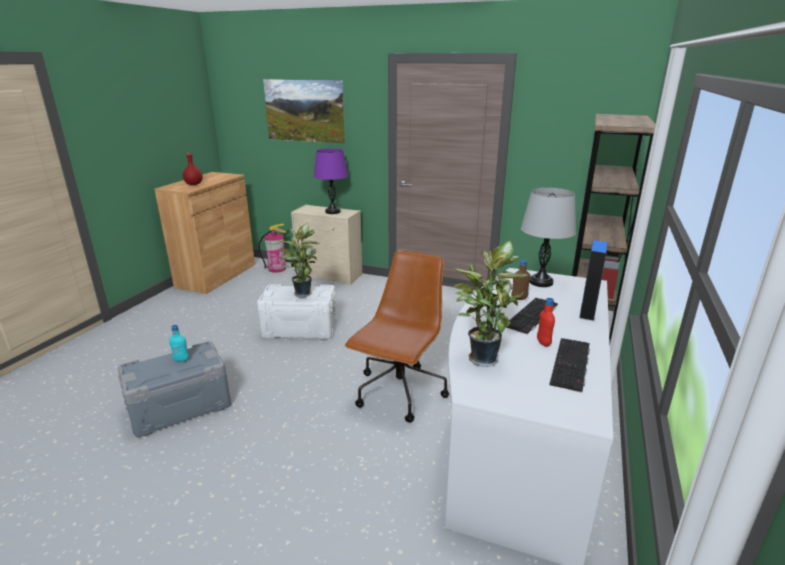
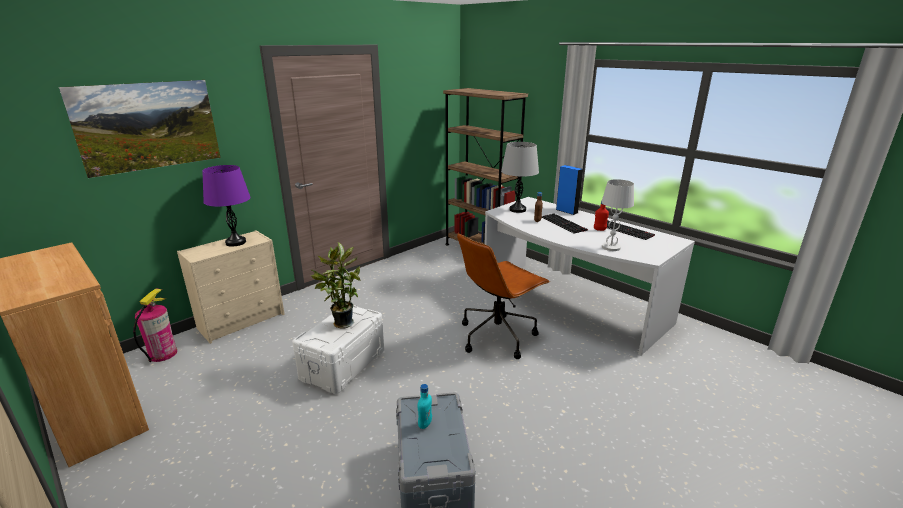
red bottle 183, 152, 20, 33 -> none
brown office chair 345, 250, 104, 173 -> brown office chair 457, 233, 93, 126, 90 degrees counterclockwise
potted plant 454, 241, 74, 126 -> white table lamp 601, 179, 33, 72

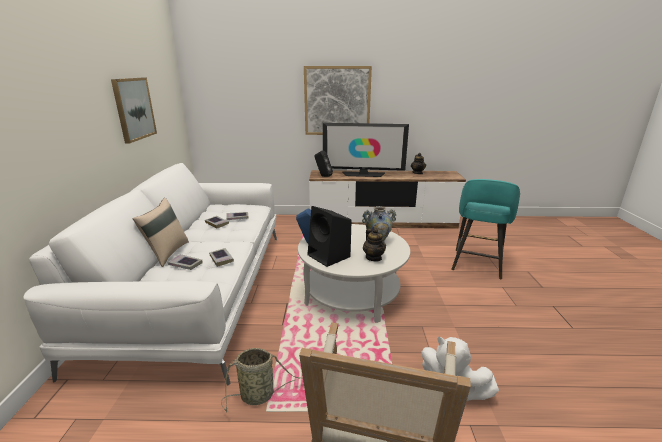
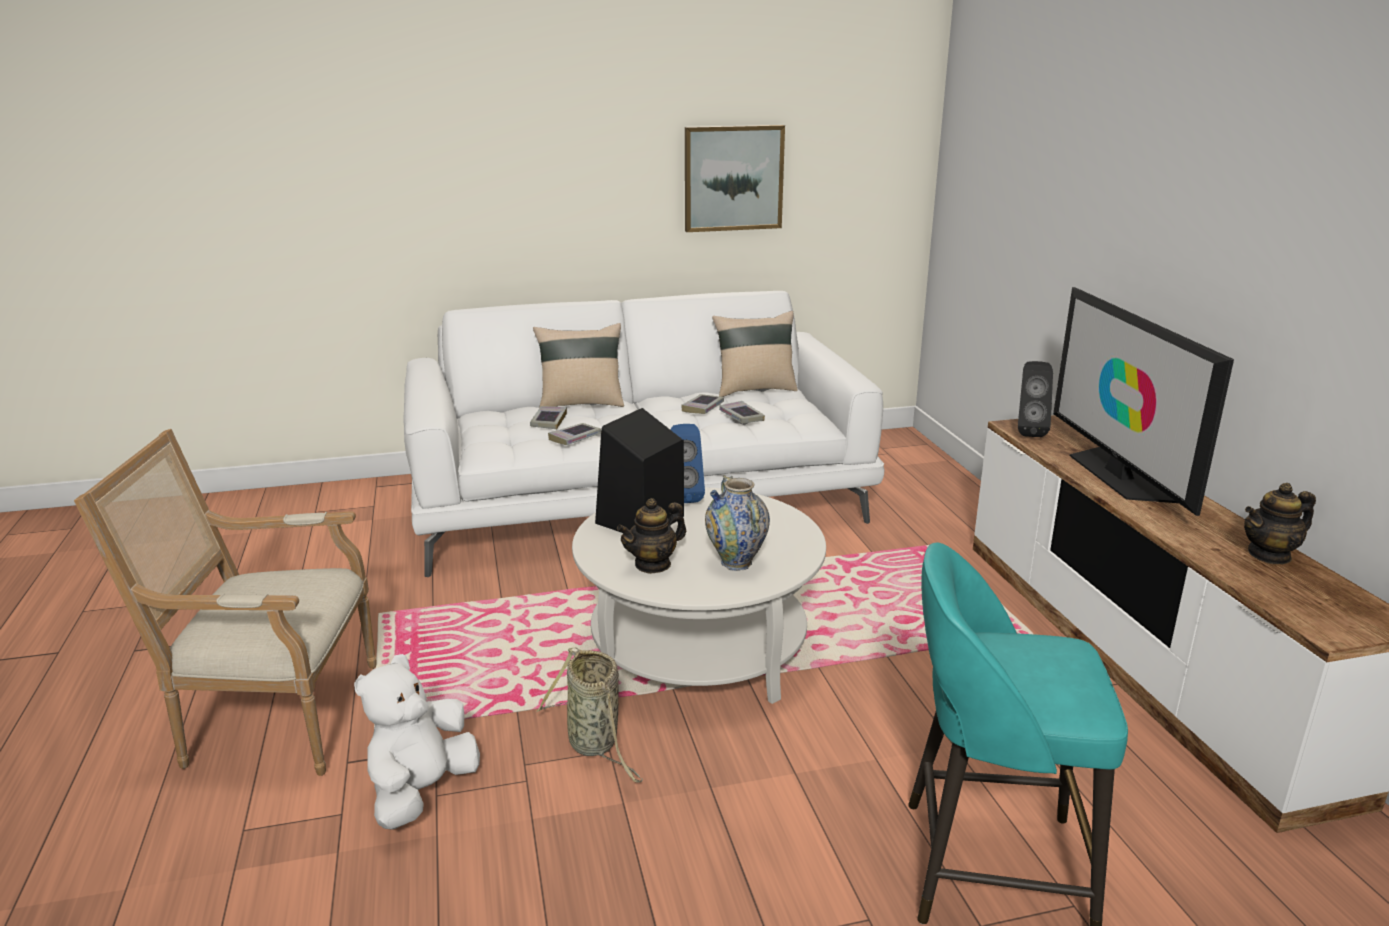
basket 221, 348, 82, 65 -> basket 536, 647, 107, 136, relocated
picture 304, 66, 68, 69 -> none
none -> beige pillow 712, 311, 86, 86

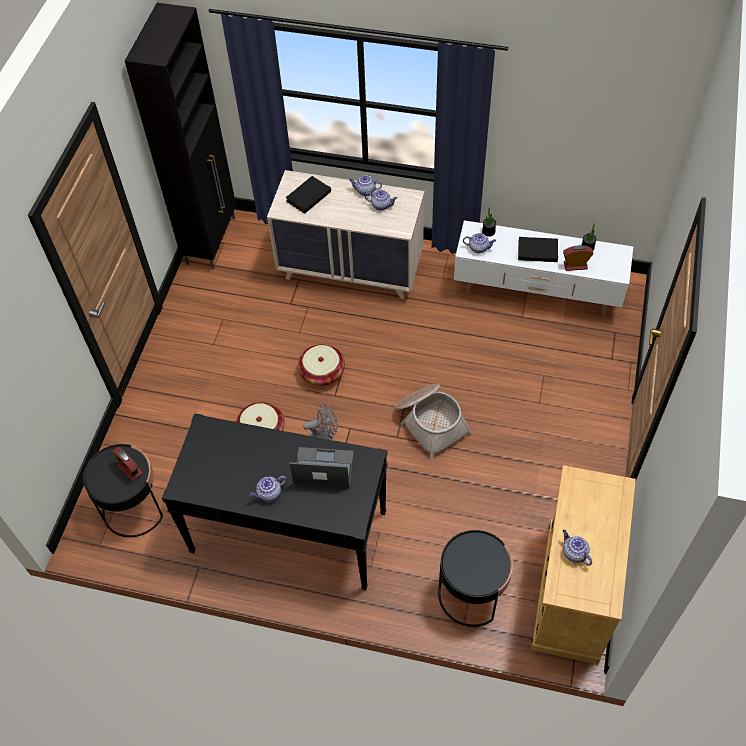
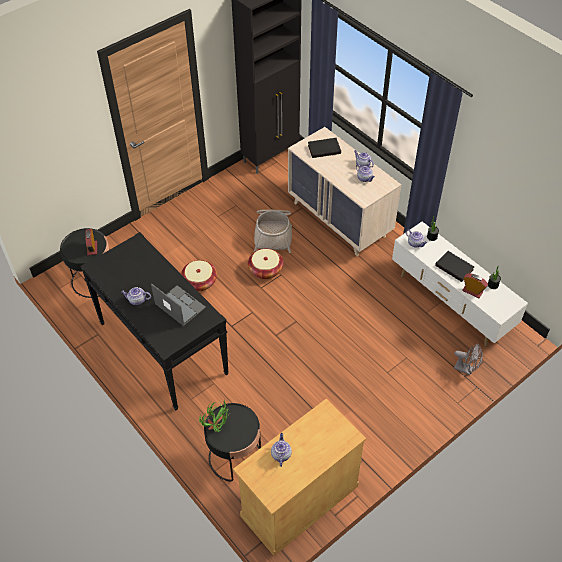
grey fan 303, 403, 35, 37 -> grey fan 454, 344, 29, 31, relocated
basket 395, 384, 77, 76 -> basket 254, 210, 38, 43, relocated
none -> potted plant 199, 400, 32, 32

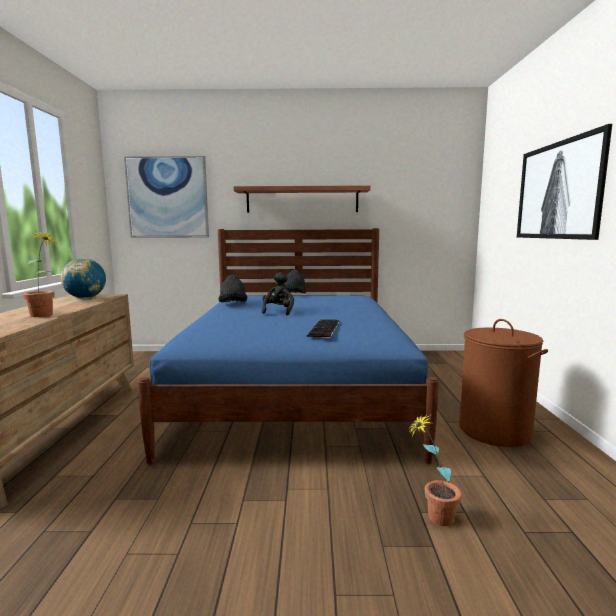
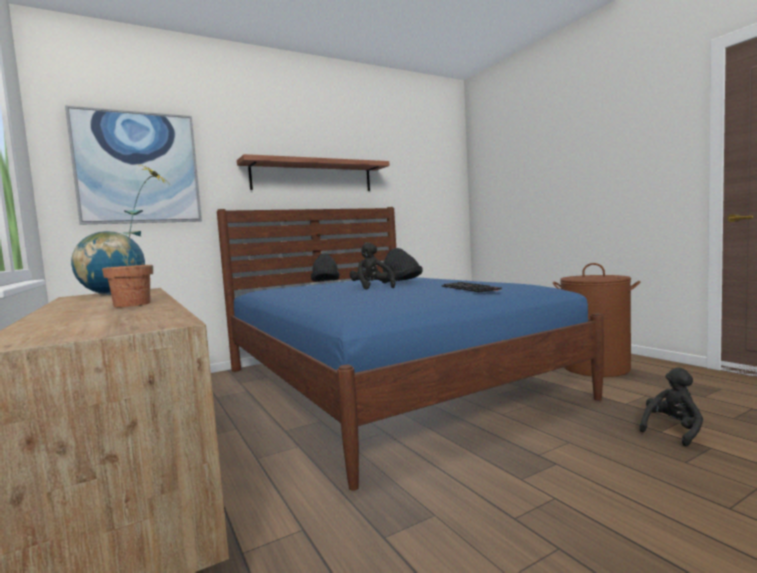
black hat 218, 275, 29, 27 -> black hat 382, 248, 41, 35, relocated
potted plant 409, 414, 53, 112 -> black plush toy 639, 367, 64, 80
picture 517, 124, 95, 116 -> none

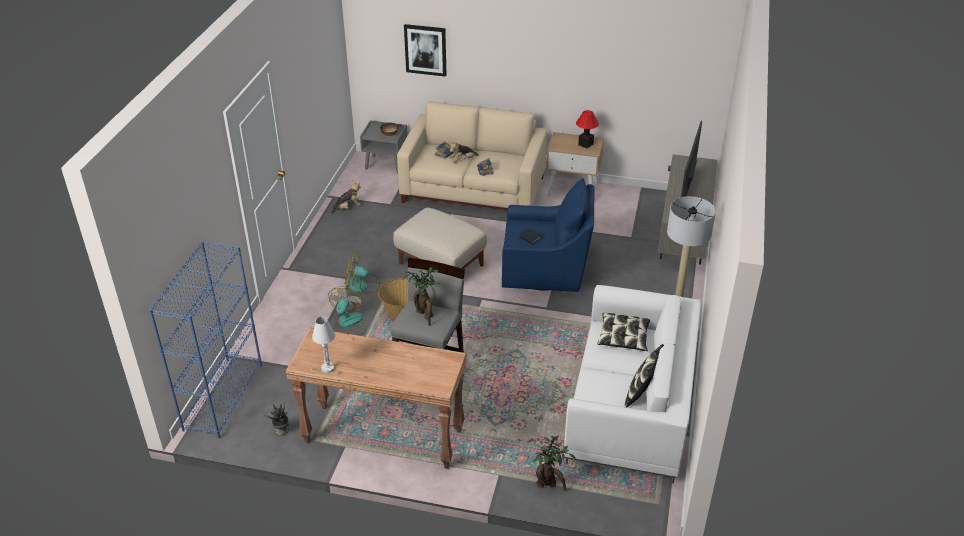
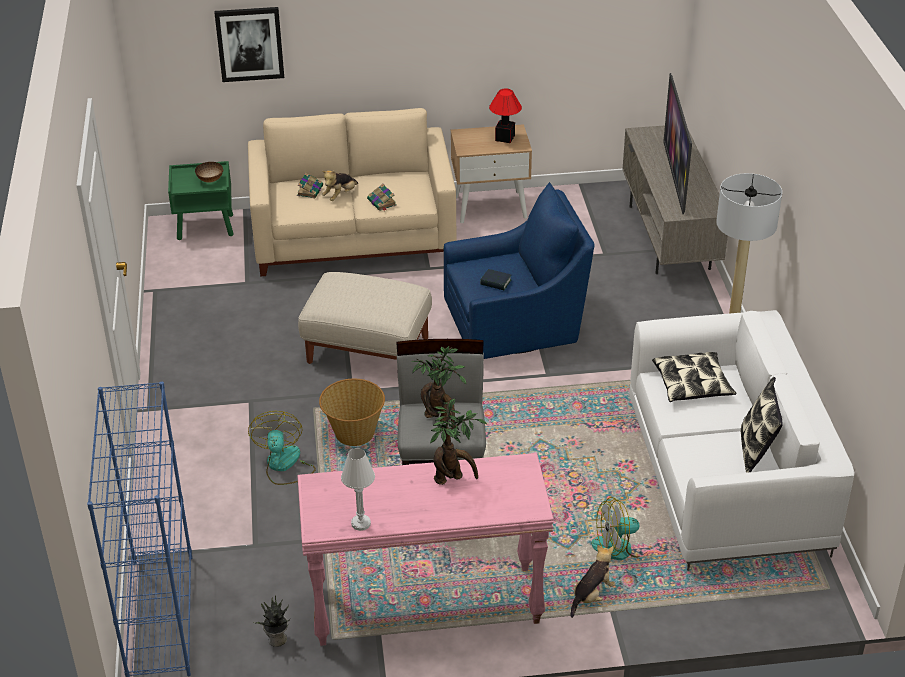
brown console table 286, 328, 181, 141 -> pink console table 297, 453, 257, 193
plush toy 331, 181, 30, 33 -> plush toy 570, 545, 45, 73, relocated
fan 345, 253, 35, 41 -> fan 591, 497, 60, 63, relocated
grey nightstand 360, 120, 48, 54 -> green nightstand 168, 161, 66, 79
potted plant 533, 436, 42, 55 -> potted plant 430, 399, 57, 86, relocated

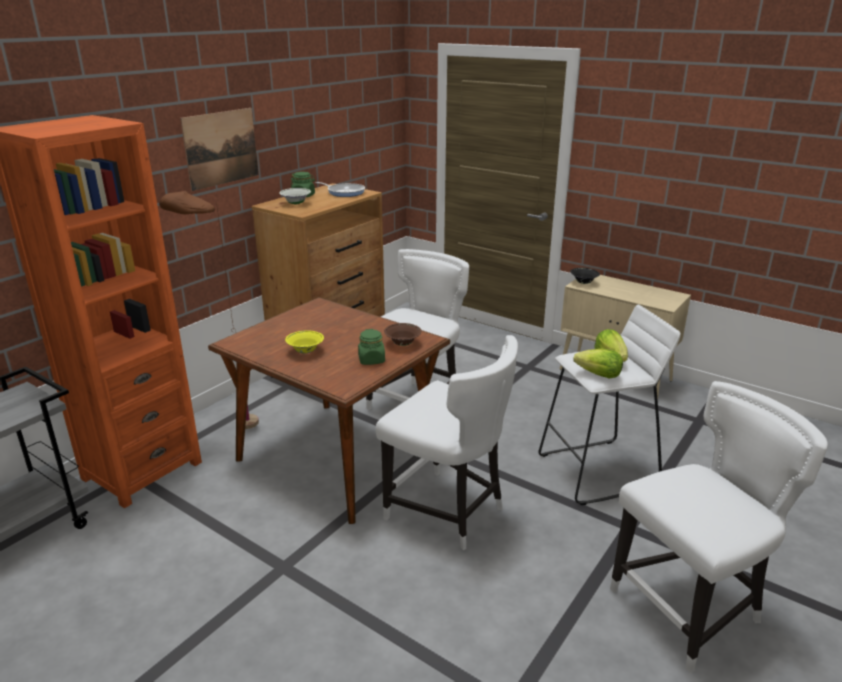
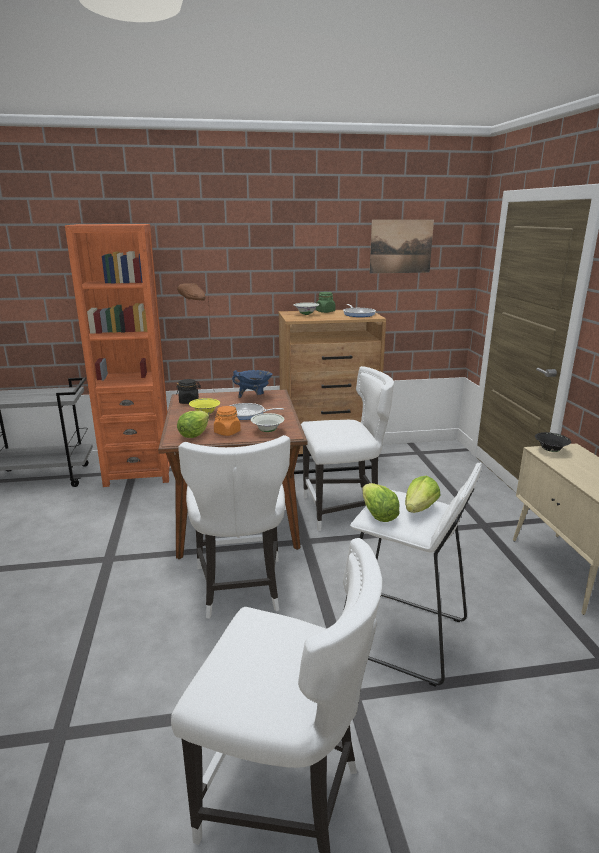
picture 180, 108, 79, 83 -> picture 369, 219, 65, 55, relocated
green jar 358, 329, 27, 36 -> orange jar 214, 406, 27, 30
brown bowl 384, 323, 38, 23 -> white bowl 251, 413, 33, 19
none -> black jar 176, 379, 25, 25
none -> lettuce 177, 411, 32, 27
none -> frying pan 230, 403, 54, 17
none -> blue cooking pot 232, 370, 41, 28

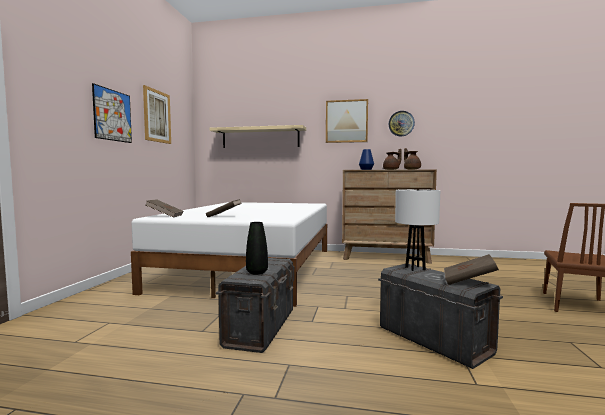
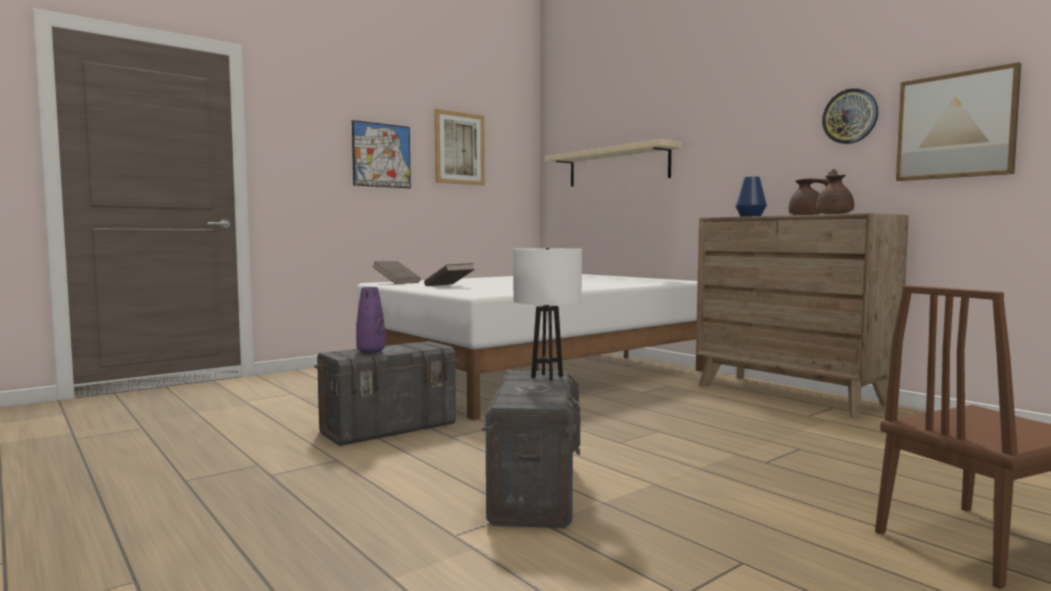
black vase 246, 222, 22, 53 -> purple vase 356, 287, 29, 66
picture 326, 99, 42, 44 -> picture 896, 62, 125, 119, relocated
brown book 444, 254, 55, 31 -> none

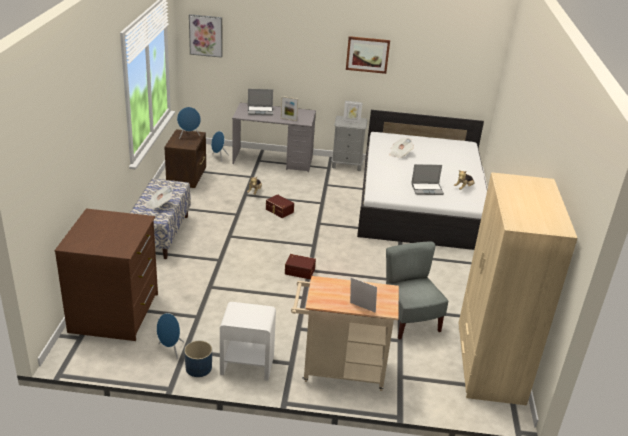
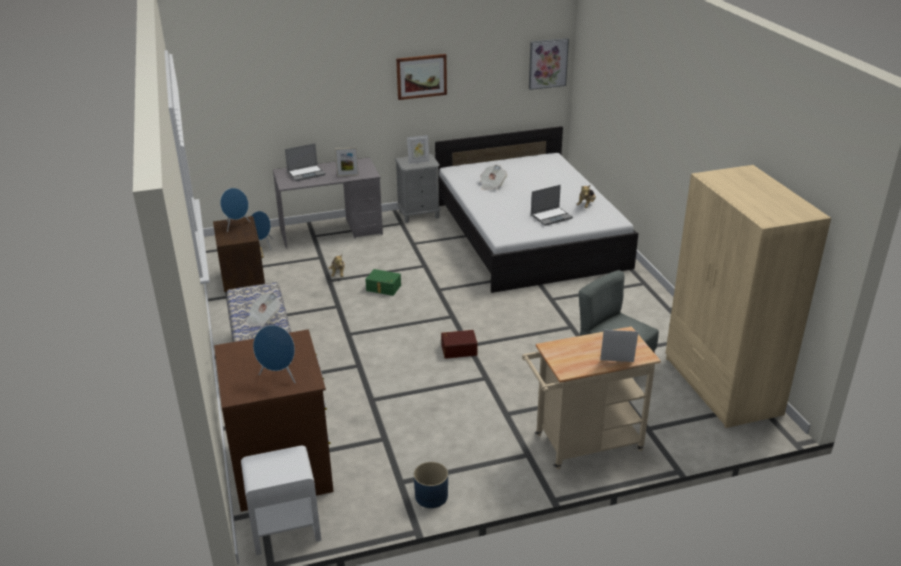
blue speaker 157, 313, 27, 46 -> blue speaker 253, 325, 43, 58, relocated
picture 189, 14, 33, 44 -> picture 529, 38, 40, 52, relocated
white nightstand 220, 302, 56, 79 -> white nightstand 241, 446, 80, 109, relocated
brown storage box 266, 194, 28, 24 -> green storage box 365, 269, 36, 27

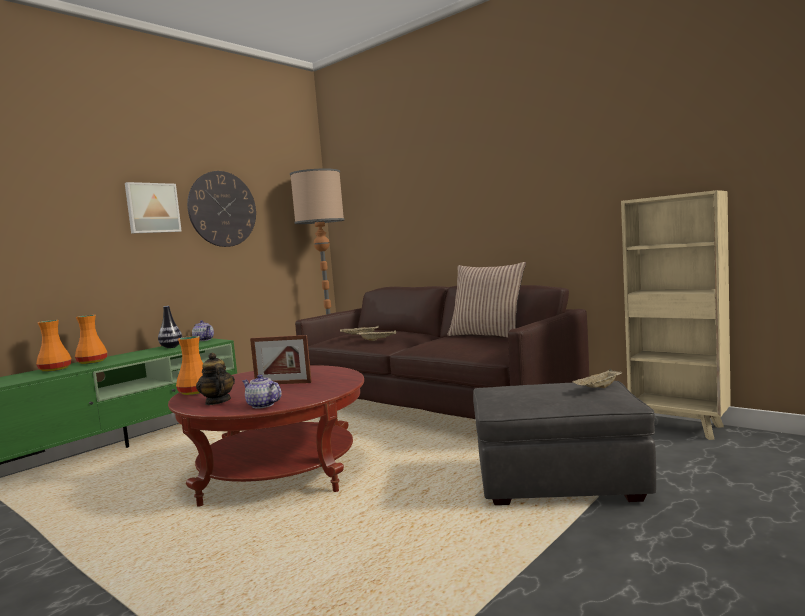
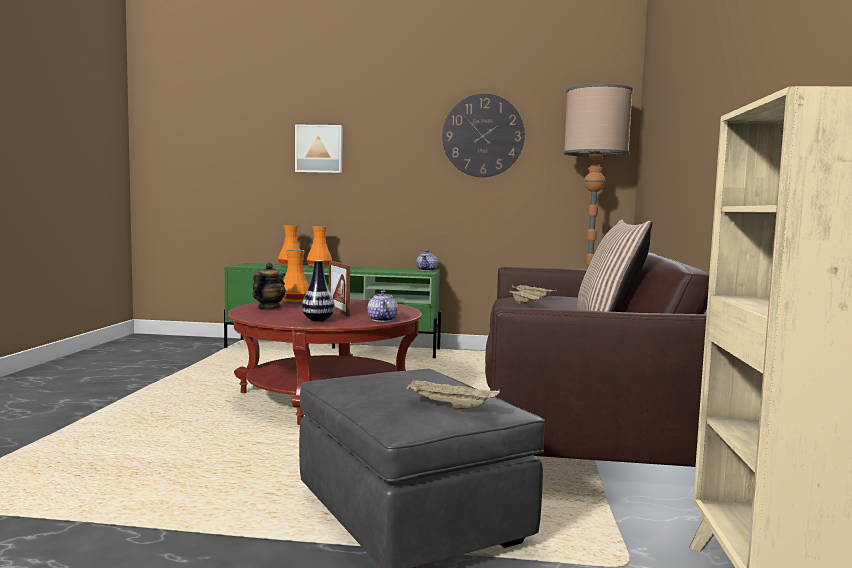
picture 125, 182, 57, 52 -> picture 295, 125, 48, 48, relocated
vase 158, 306, 24, 42 -> vase 302, 260, 33, 62, relocated
teapot 242, 374, 40, 35 -> teapot 367, 290, 31, 32, relocated

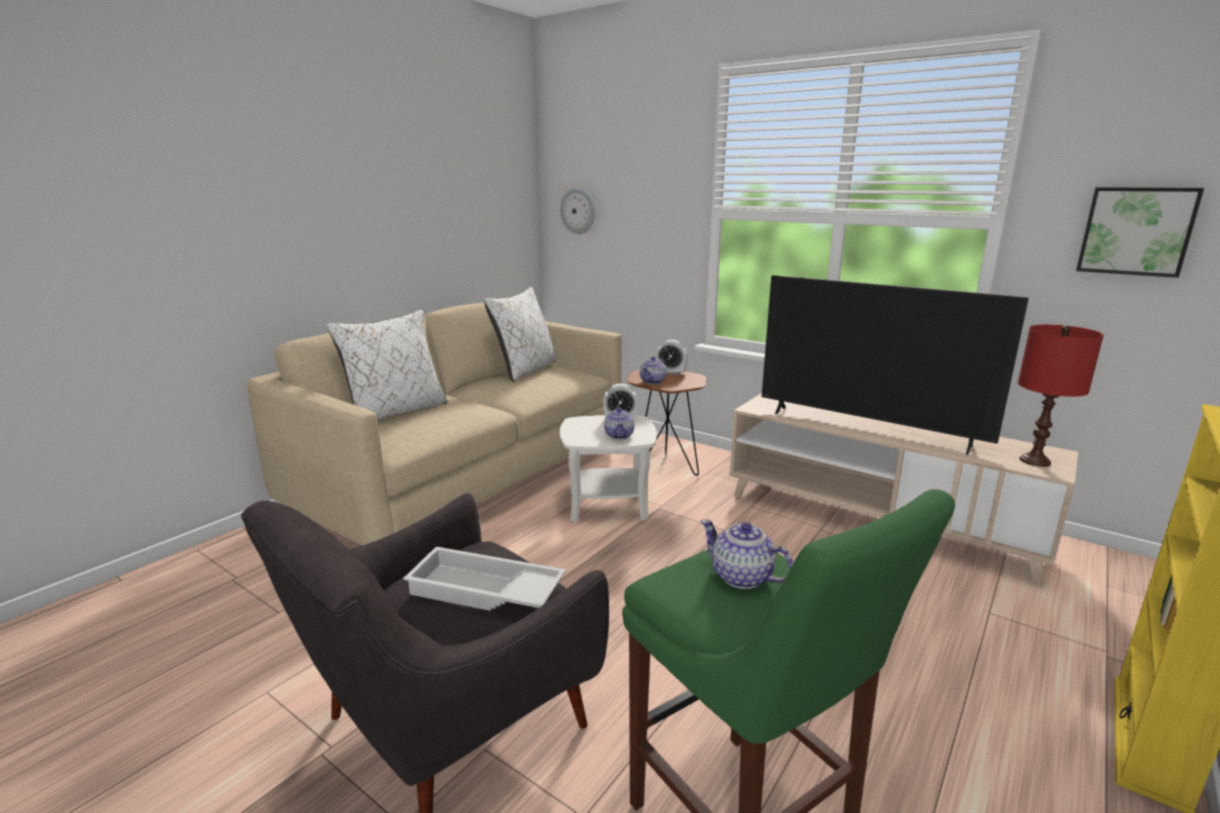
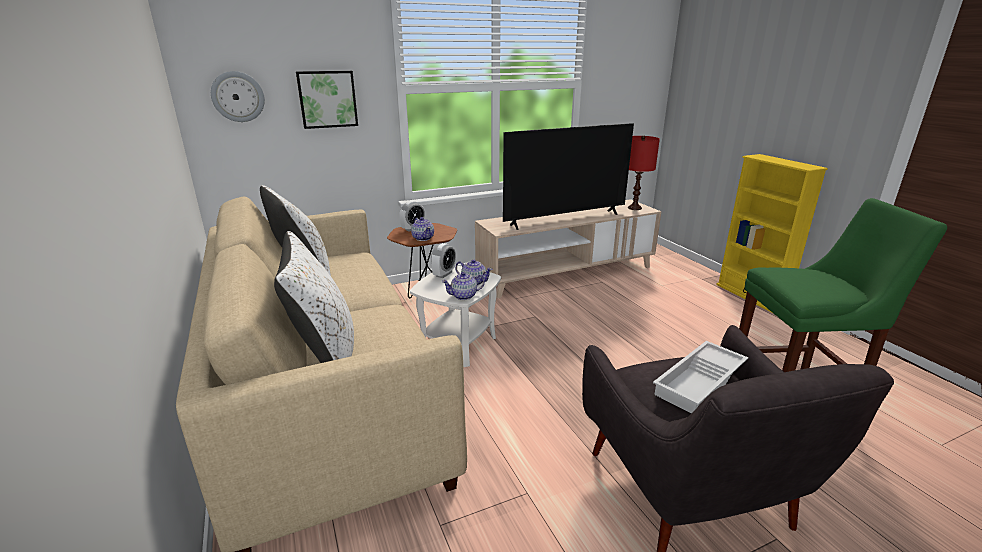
teapot 700, 519, 93, 70 -> teapot 442, 272, 43, 28, relocated
picture 1076, 187, 128, 91 -> picture 296, 71, 62, 58, relocated

